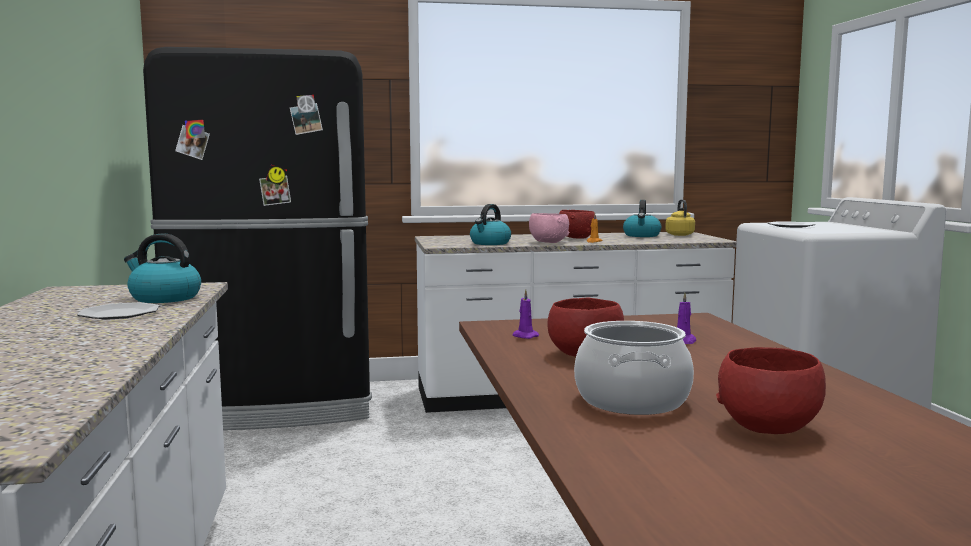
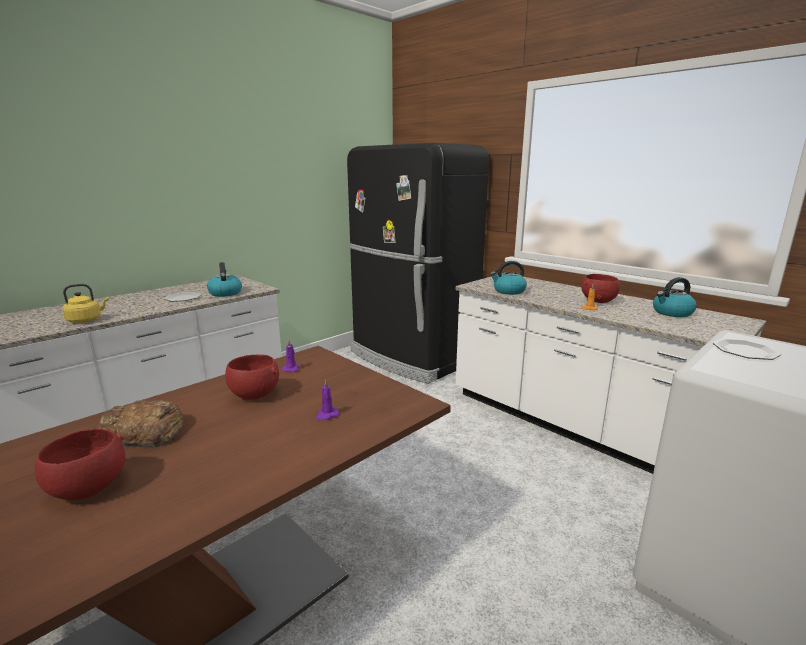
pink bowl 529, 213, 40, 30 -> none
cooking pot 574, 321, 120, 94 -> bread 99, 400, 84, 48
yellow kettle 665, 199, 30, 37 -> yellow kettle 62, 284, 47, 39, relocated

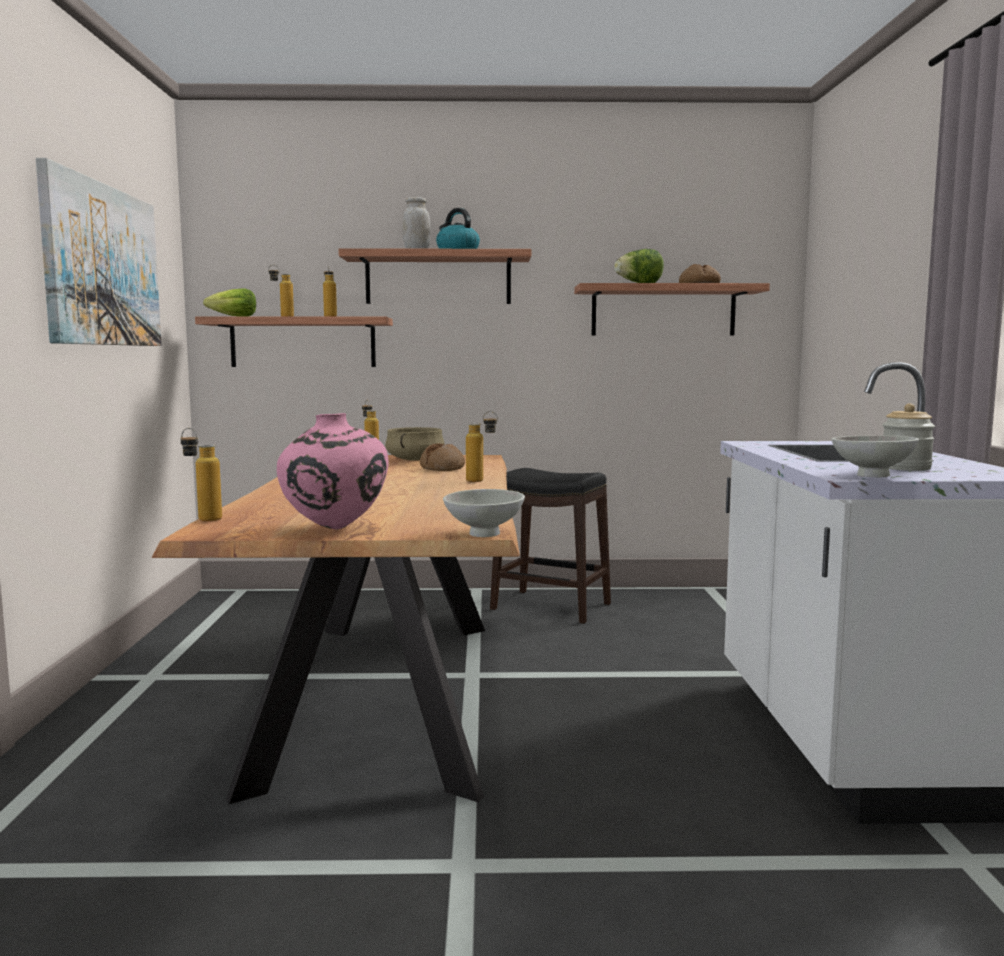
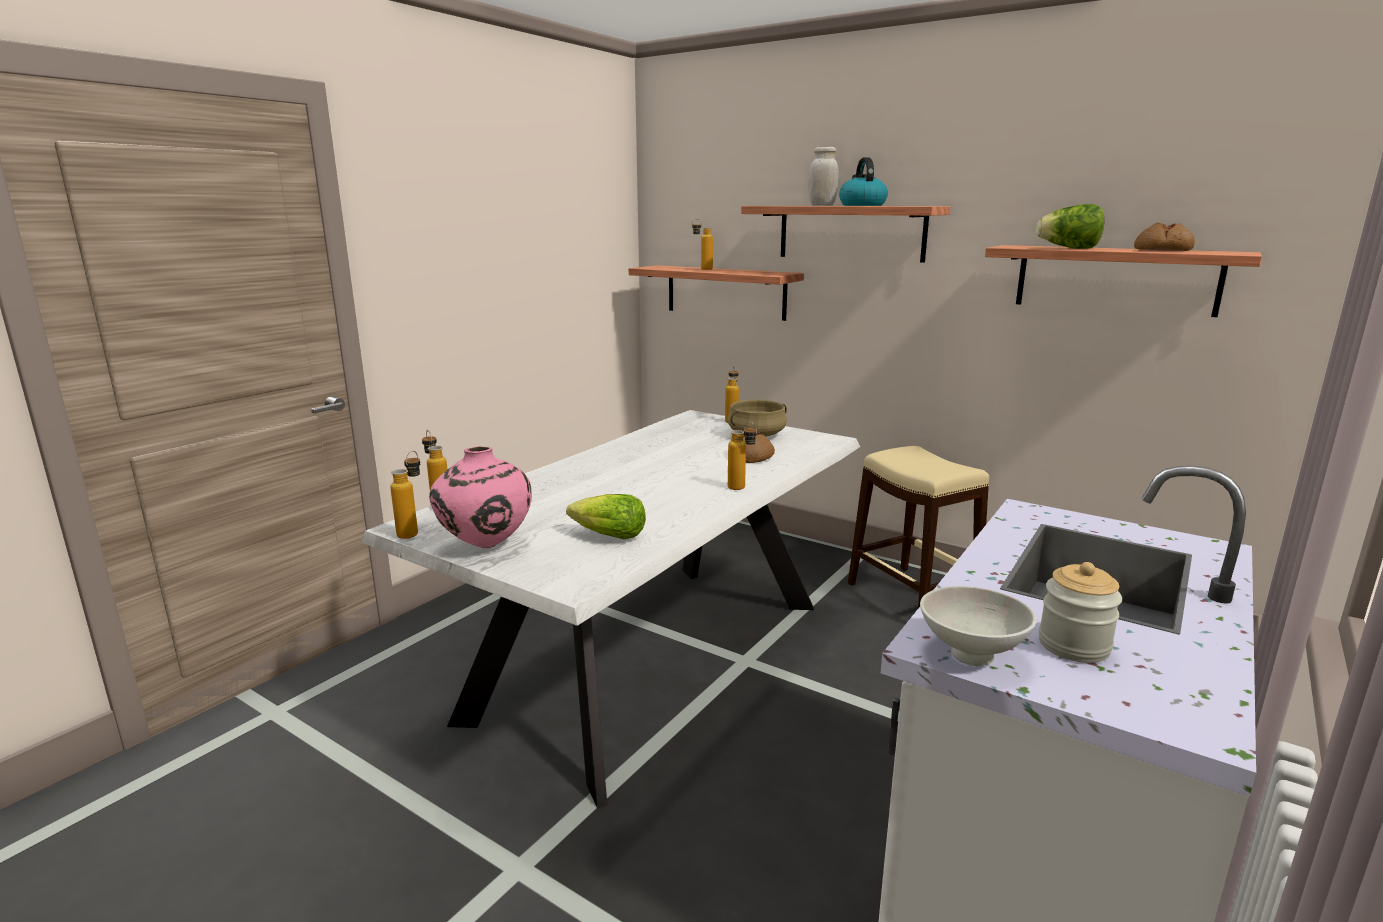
picture 36, 158, 125, 188 -> none
brown dining table 152, 455, 368, 349 -> white dining table 360, 410, 500, 398
lettuce 203, 289, 53, 28 -> lettuce 566, 494, 80, 45, relocated
bottle 323, 266, 14, 51 -> bottle 390, 451, 30, 88, relocated
white bowl 443, 489, 82, 48 -> none
black stool 490, 468, 121, 156 -> beige stool 848, 446, 141, 162

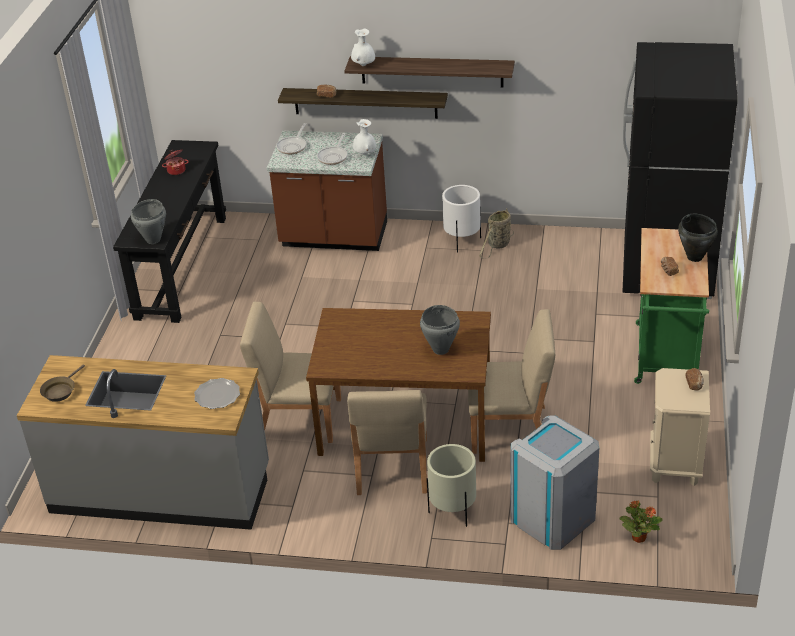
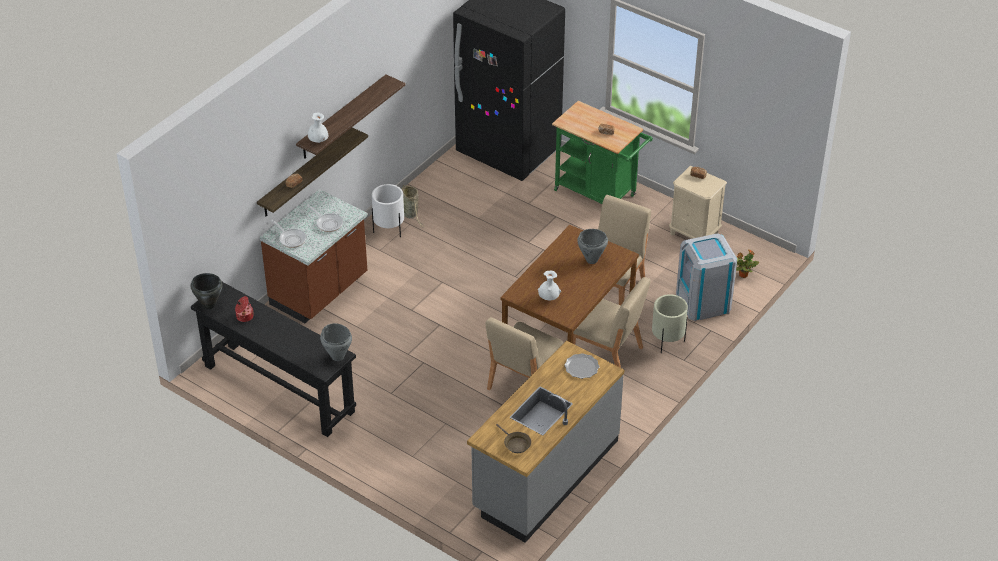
white vase 353, 119, 23, 36 -> white vase 538, 270, 23, 31, relocated
black cooking pot 678, 214, 40, 48 -> black cooking pot 191, 273, 32, 36, relocated

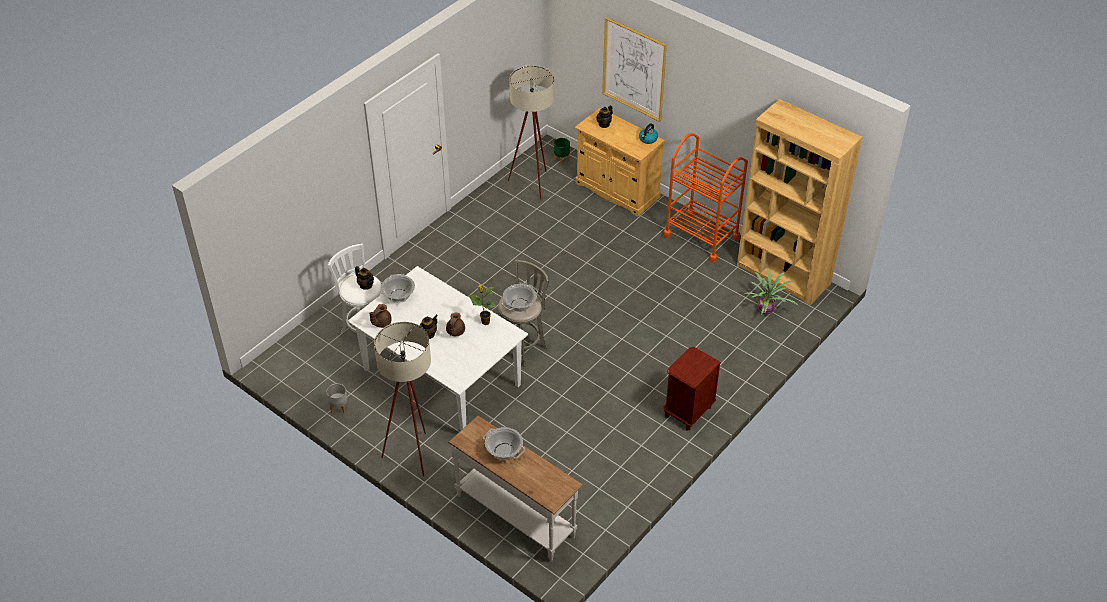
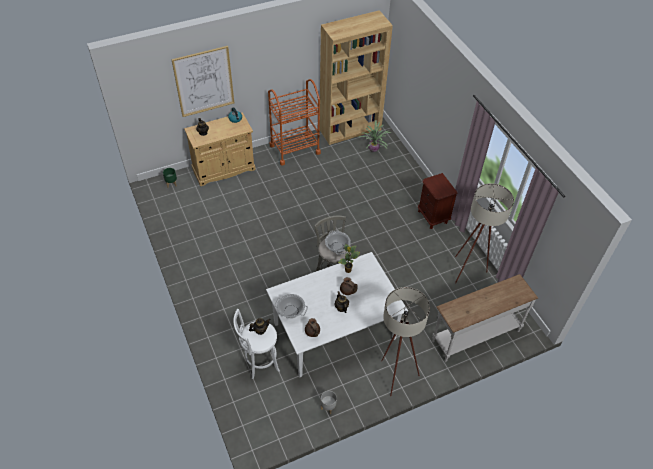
cooking pot 483, 427, 42, 33 -> none
beige floor lamp 508, 65, 46, 135 -> beige floor lamp 455, 183, 59, 101, relocated

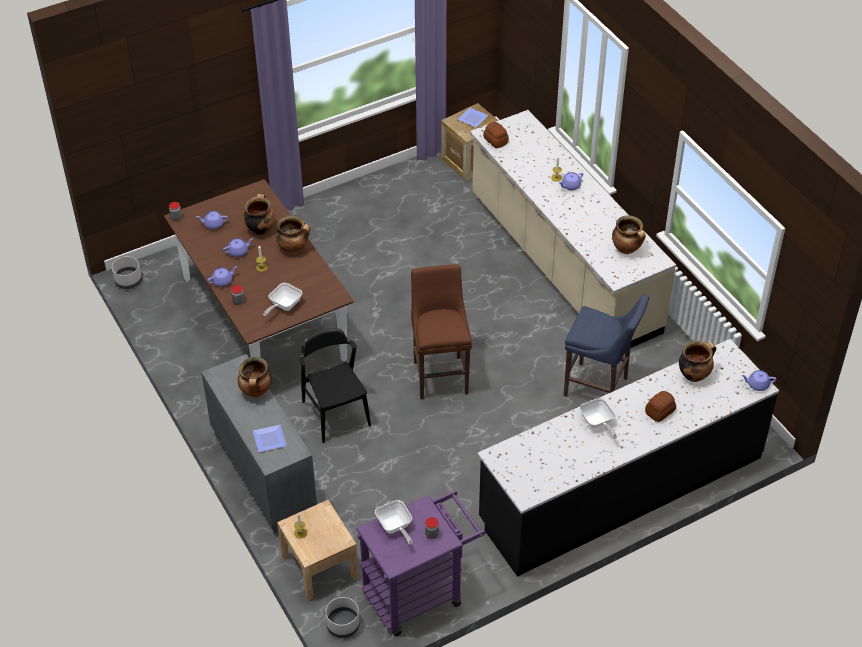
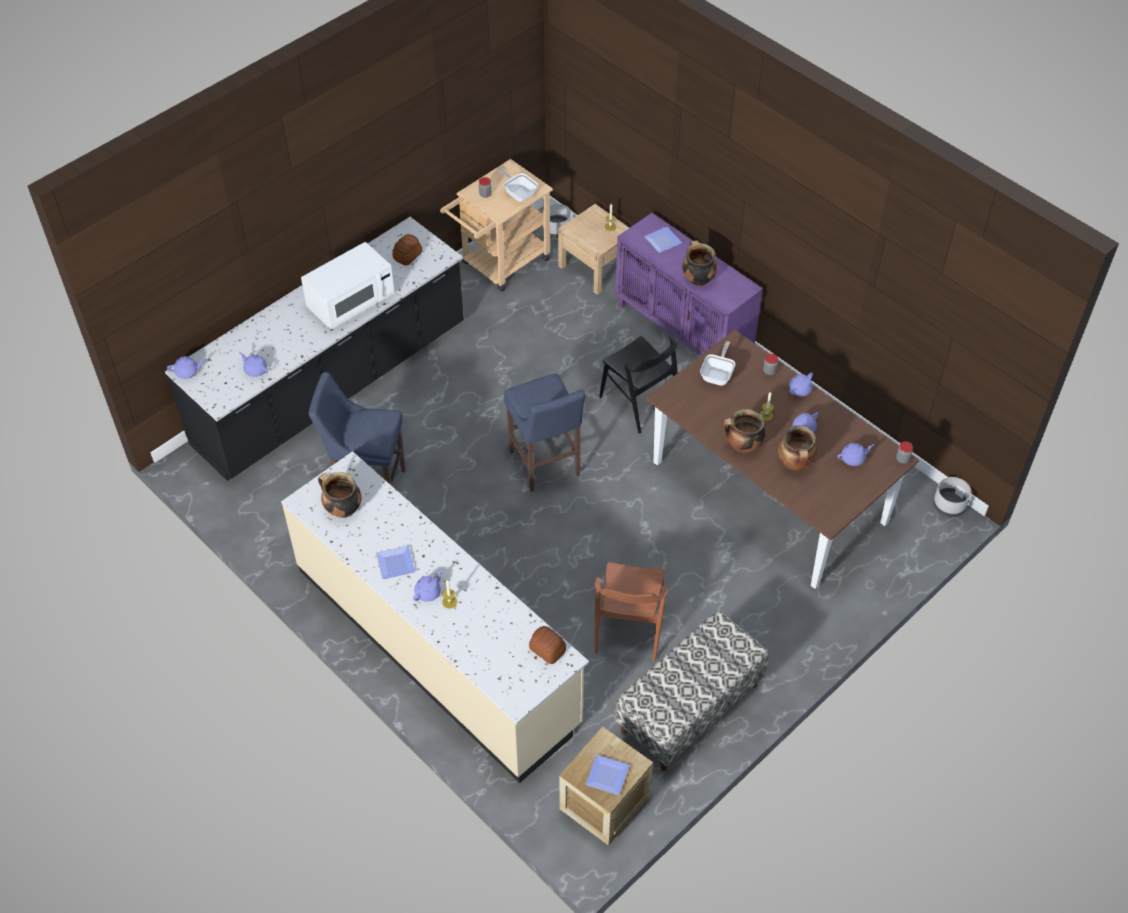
grey cabinet 201, 354, 116, 180 -> purple cabinet 615, 213, 148, 143
purple cart 356, 490, 129, 146 -> beige cart 440, 159, 113, 133
brown stool 411, 264, 61, 135 -> blue stool 504, 374, 81, 118
frying pan 579, 398, 38, 41 -> white microwave 301, 242, 94, 87
bread 645, 391, 31, 31 -> bread 392, 234, 30, 31, relocated
cooking pot 679, 341, 37, 41 -> purple teapot 239, 352, 29, 25
none -> plate 376, 546, 39, 33
none -> brown chair 595, 562, 73, 99
none -> bench 616, 611, 153, 160

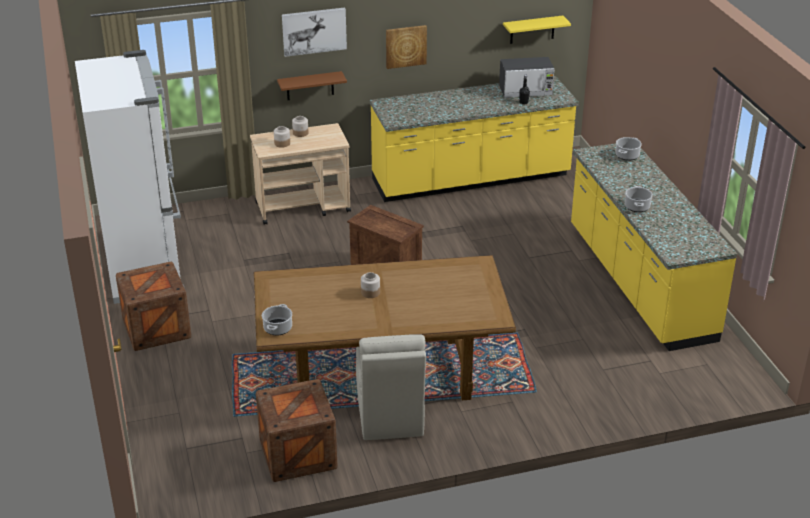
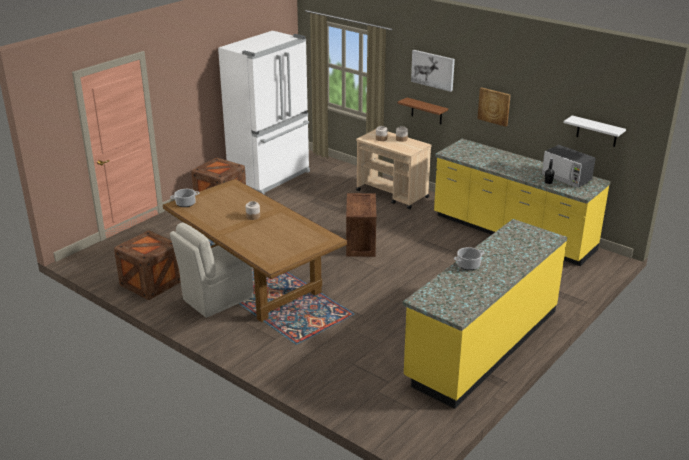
yellow shelf 503, 16, 68, 28 -> white shelf 564, 116, 62, 31
cooking pot 616, 137, 26, 24 -> none

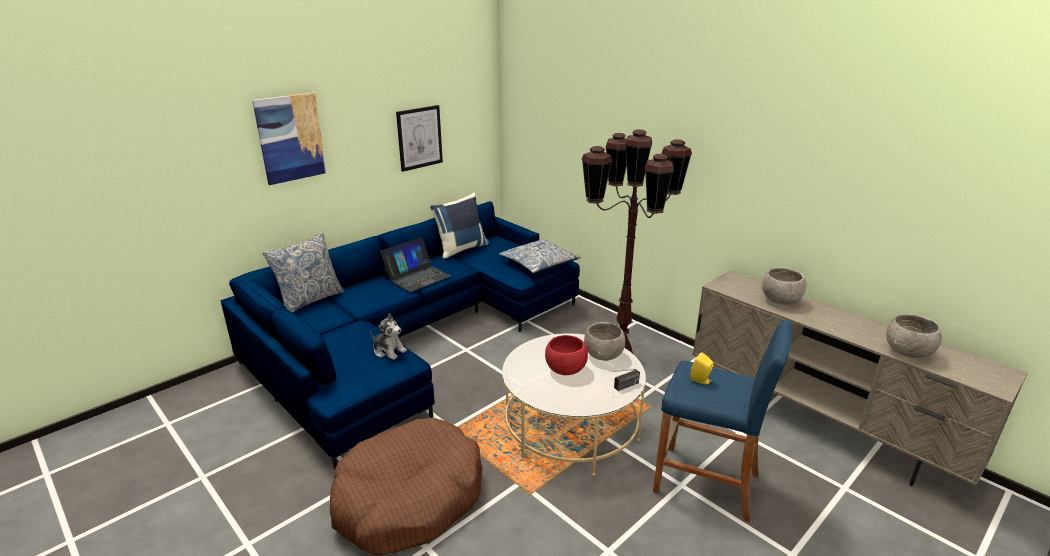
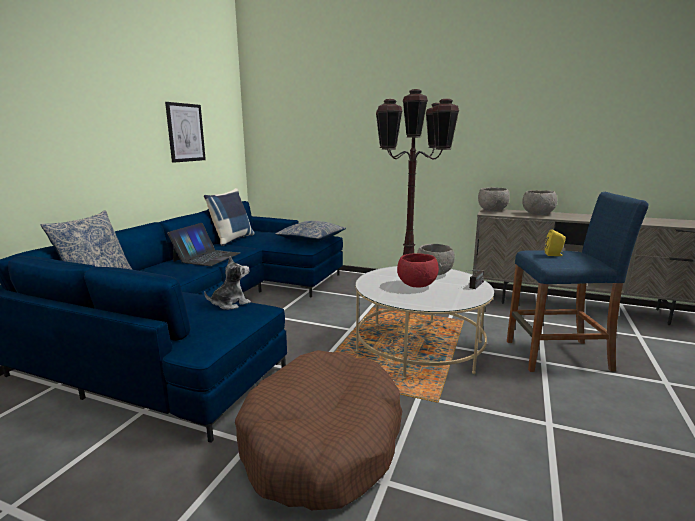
picture 252, 92, 75, 93 -> none
plush toy 370, 313, 37, 47 -> plush toy 204, 256, 47, 54, 45 degrees counterclockwise
grey bowl 886, 314, 56, 44 -> grey bowl 478, 187, 32, 24, relocated

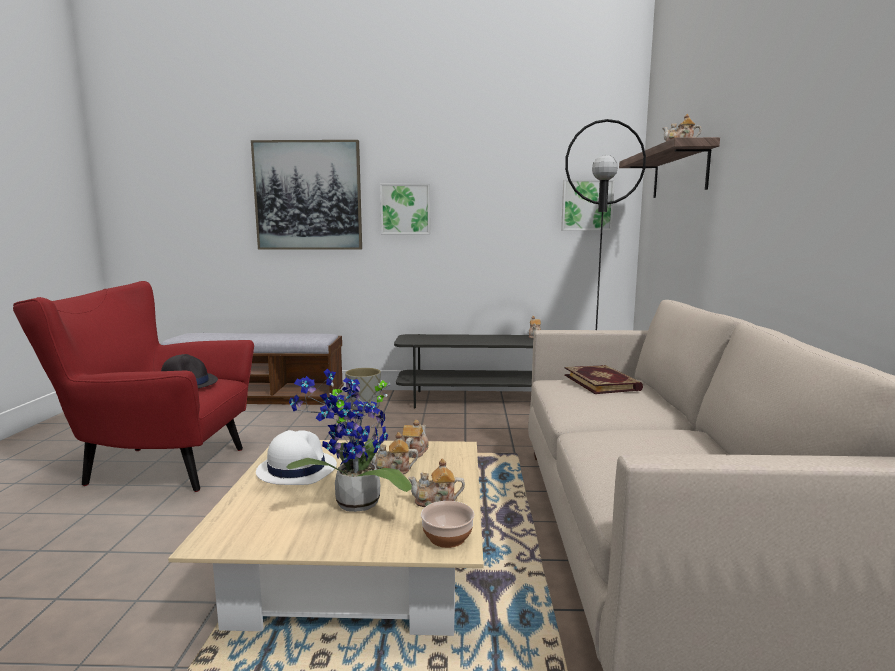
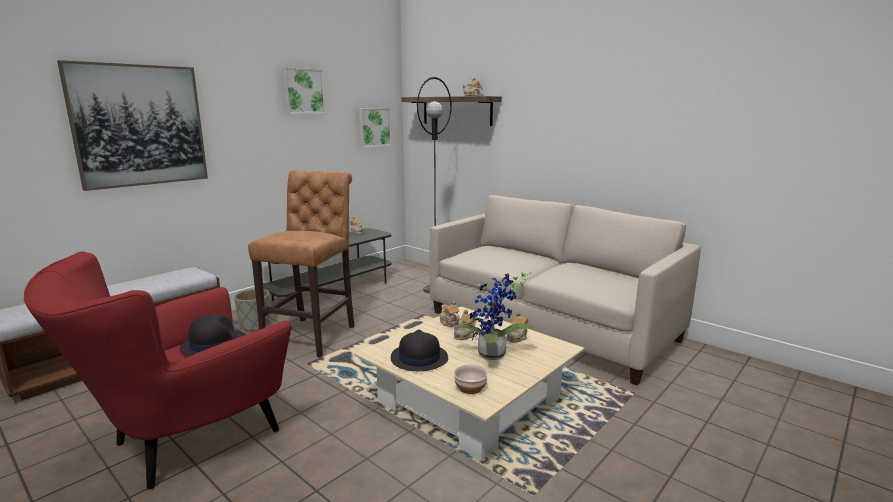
white hat 256, 430, 81, 55 -> black hat 391, 330, 57, 41
picture 380, 184, 50, 50 -> picture 282, 67, 44, 47, relocated
bowl 421, 501, 53, 47 -> bowl 454, 364, 34, 30, relocated
book 564, 365, 79, 29 -> none
none -> brown stool 248, 170, 107, 188

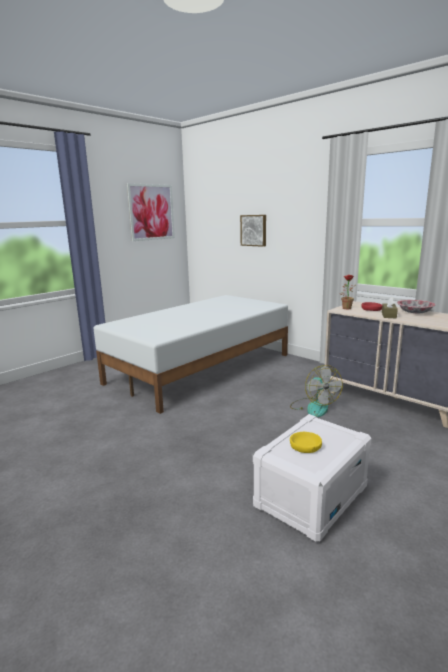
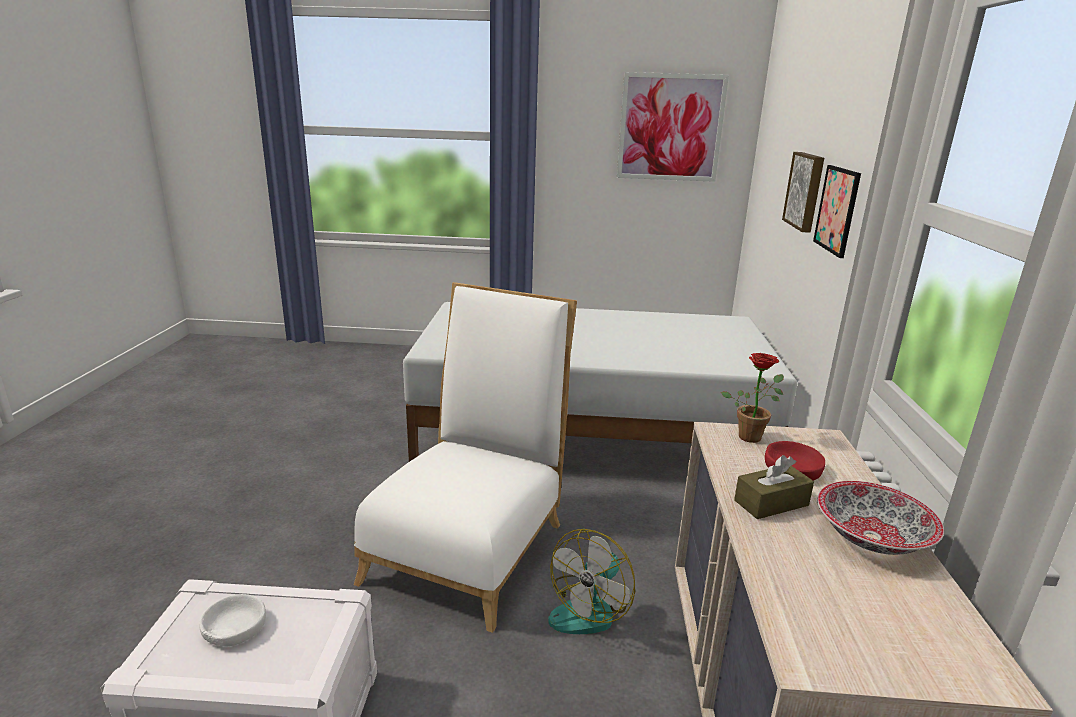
yellow bowl 290, 432, 32, 21 -> white bowl 199, 594, 67, 52
none -> white chair 354, 282, 223, 351
none -> picture 813, 165, 48, 93

